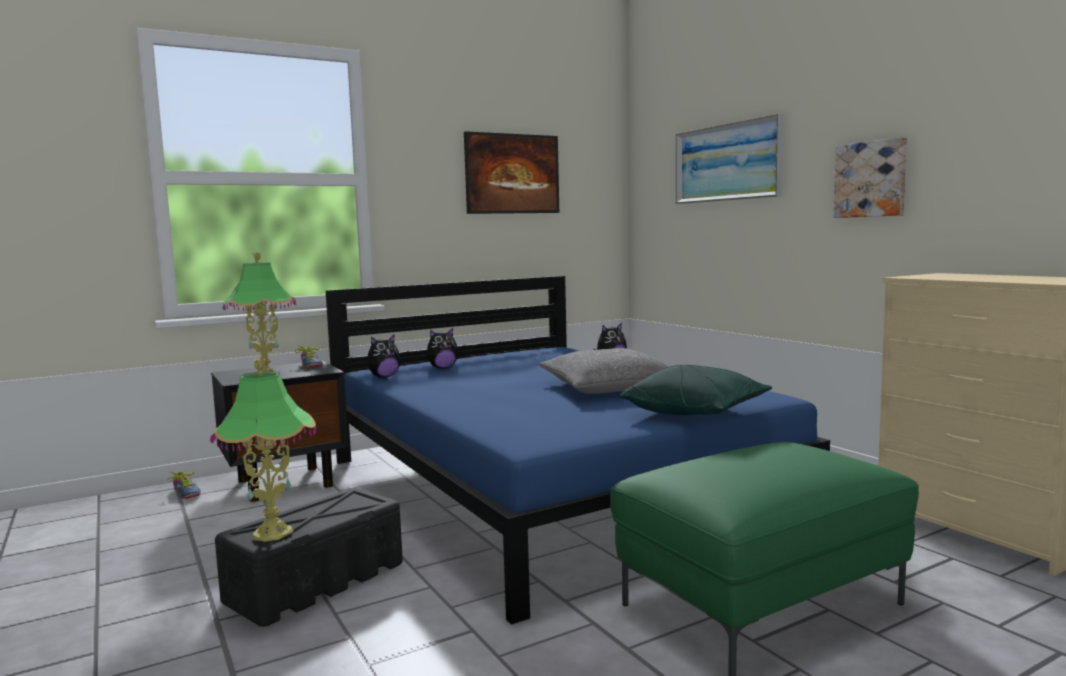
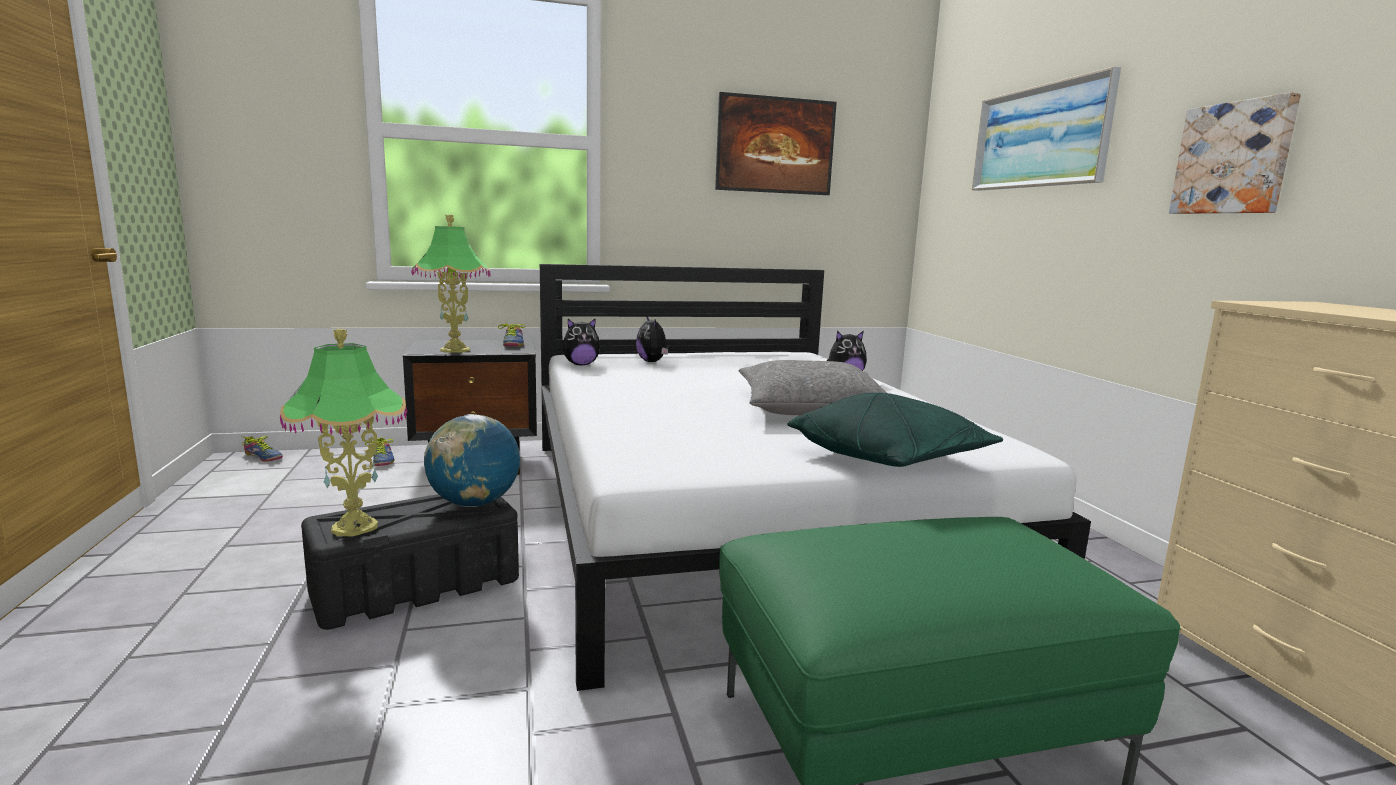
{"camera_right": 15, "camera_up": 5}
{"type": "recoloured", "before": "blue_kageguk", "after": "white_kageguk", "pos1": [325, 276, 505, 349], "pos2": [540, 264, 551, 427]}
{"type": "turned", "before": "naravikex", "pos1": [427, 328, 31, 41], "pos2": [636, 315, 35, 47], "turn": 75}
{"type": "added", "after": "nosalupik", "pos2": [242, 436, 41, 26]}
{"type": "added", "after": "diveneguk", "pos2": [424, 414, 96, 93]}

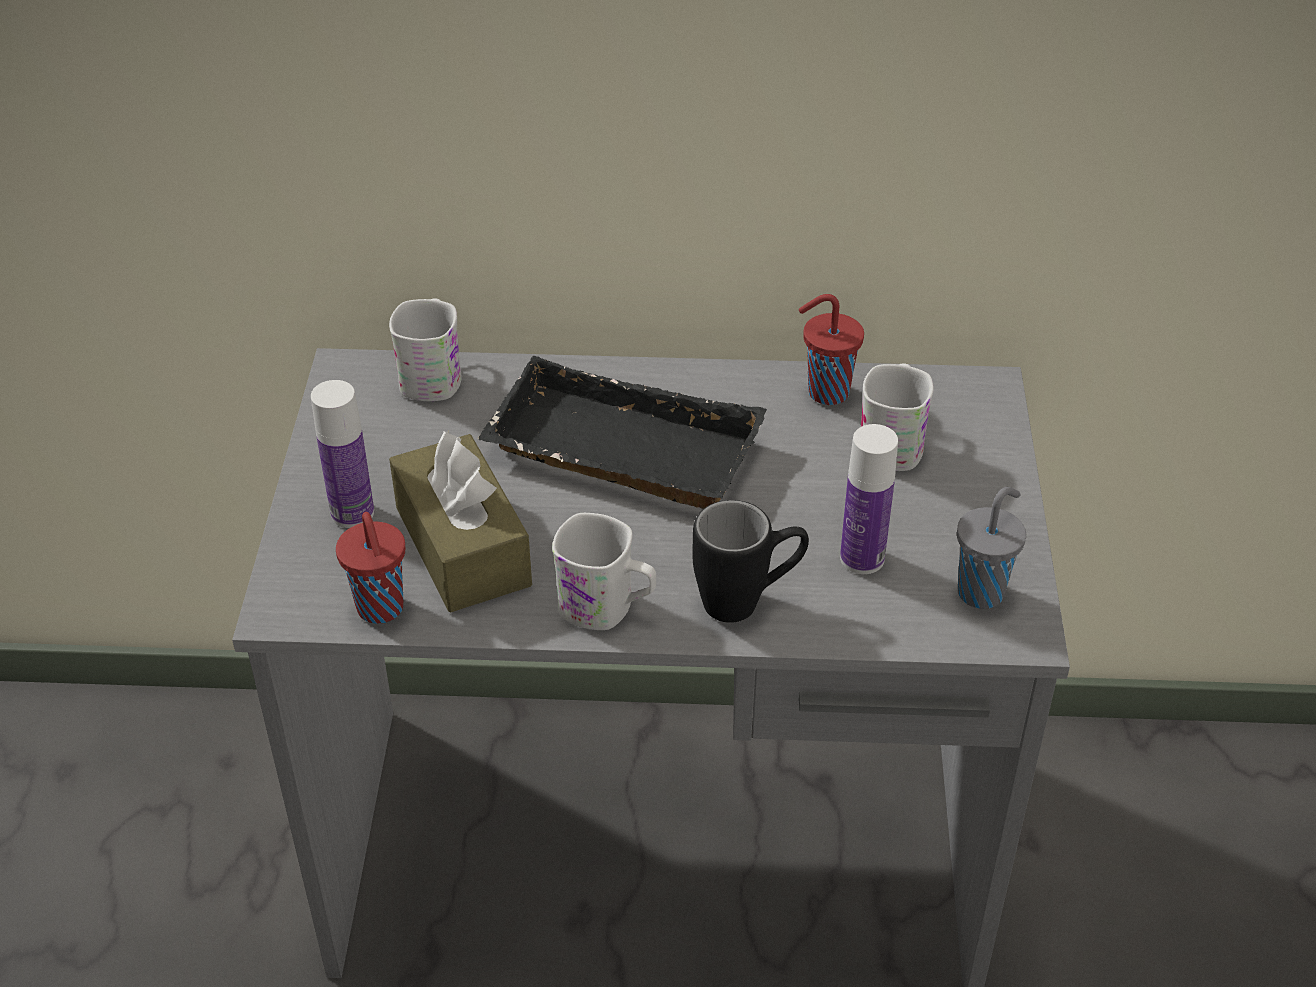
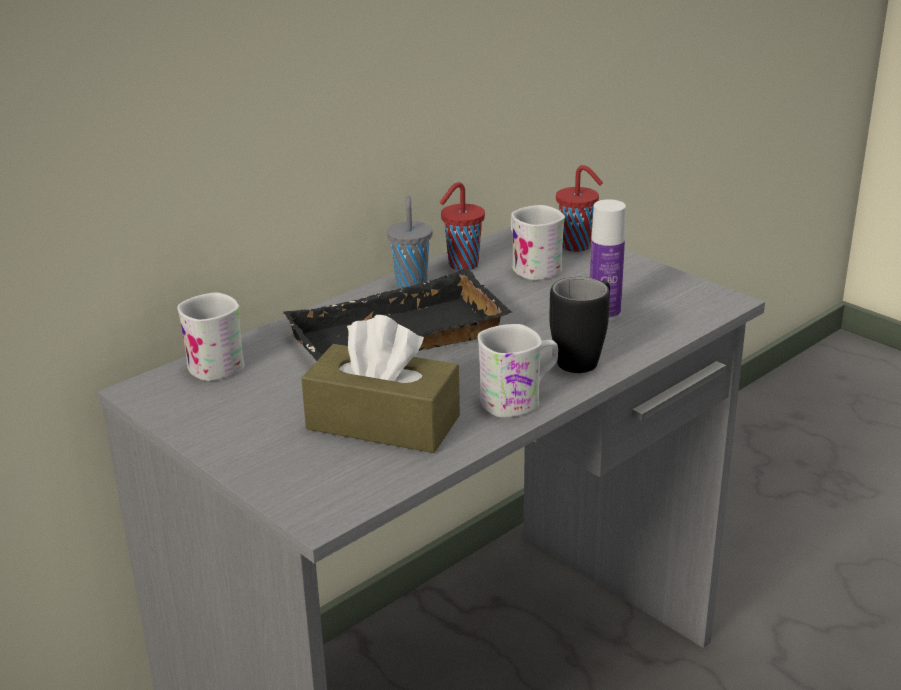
{"camera_right": -45, "camera_up": -15}
{"type": "removed", "before": "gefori", "pos1": [311, 380, 63, 148]}
{"type": "moved", "before": "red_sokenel", "pos1": [336, 512, 69, 112], "pos2": [556, 165, 47, 87]}
{"type": "moved", "before": "grey_sokenel", "pos1": [957, 487, 69, 122], "pos2": [387, 196, 45, 92]}

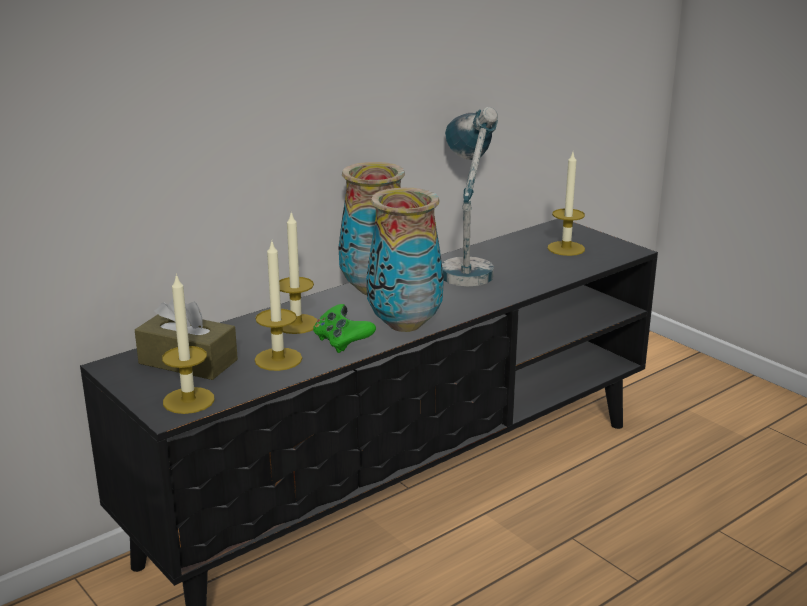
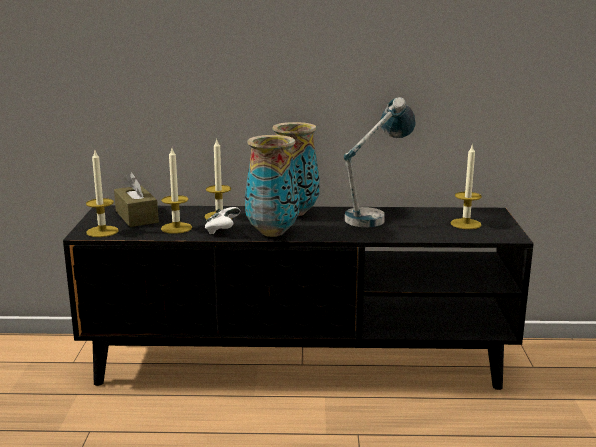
{"camera_right": 40, "camera_up": -5}
{"type": "recoloured", "before": "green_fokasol", "after": "white_fokasol", "pos1": [313, 304, 63, 49], "pos2": [205, 207, 35, 27]}

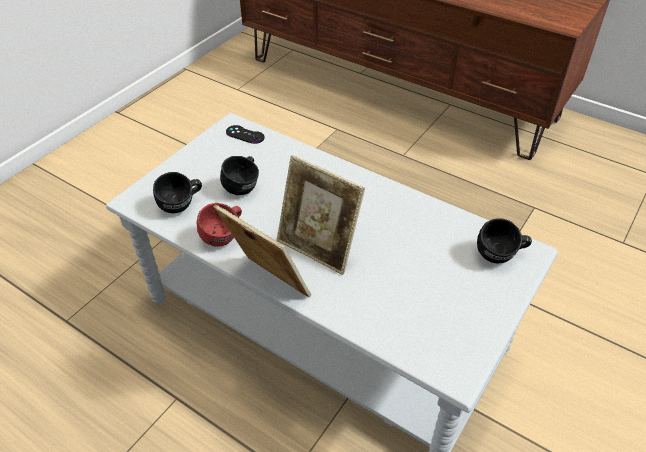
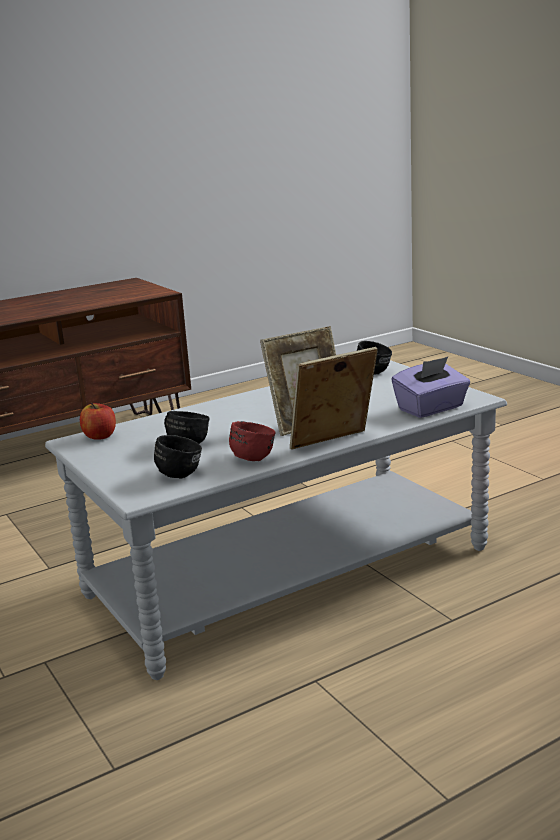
{"camera_right": -65, "camera_up": -25}
{"type": "replaced", "before": "black_fokasol", "after": "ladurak", "pos1": [226, 125, 39, 19], "pos2": [80, 402, 36, 38]}
{"type": "added", "after": "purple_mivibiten", "pos2": [391, 357, 79, 61]}

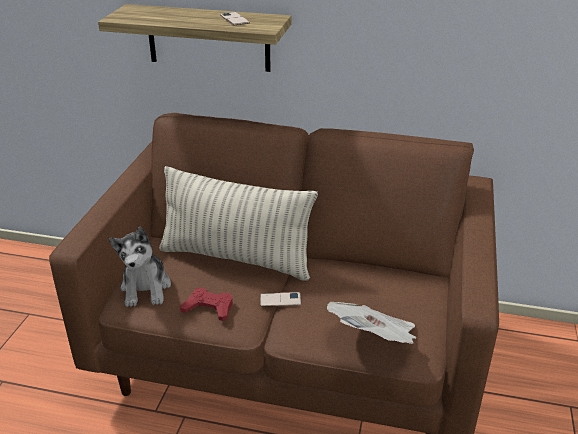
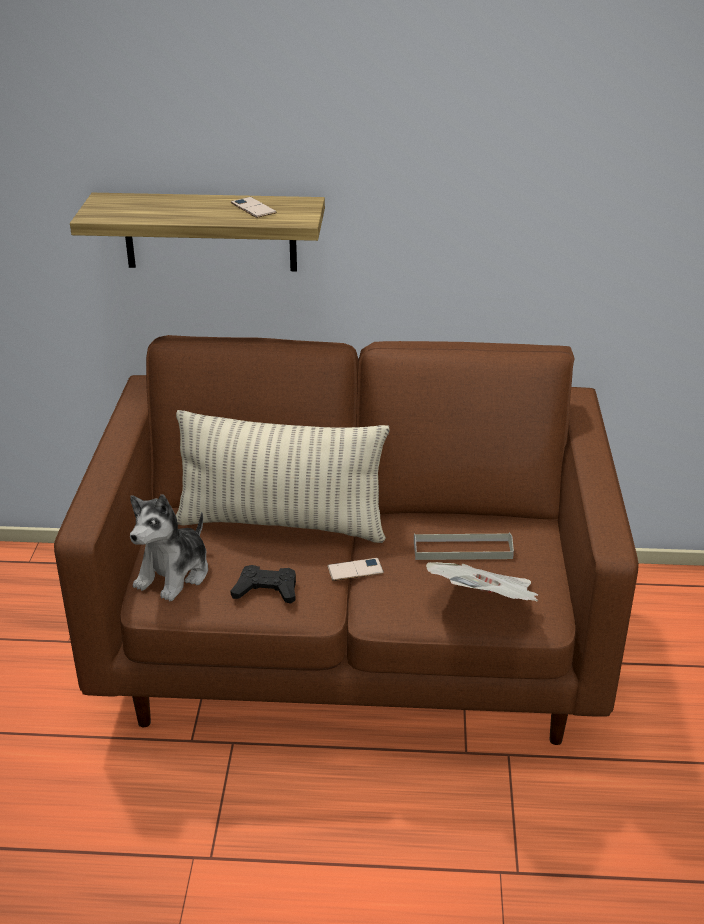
{"camera_right": -10, "camera_up": 0}
{"type": "turned", "before": "naravikex", "pos1": [109, 227, 62, 80], "pos2": [130, 494, 78, 107], "turn": 45}
{"type": "recoloured", "before": "red_fokasol", "after": "black_fokasol", "pos1": [180, 288, 53, 33], "pos2": [230, 565, 66, 39]}
{"type": "added", "after": "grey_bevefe", "pos2": [414, 533, 100, 27]}

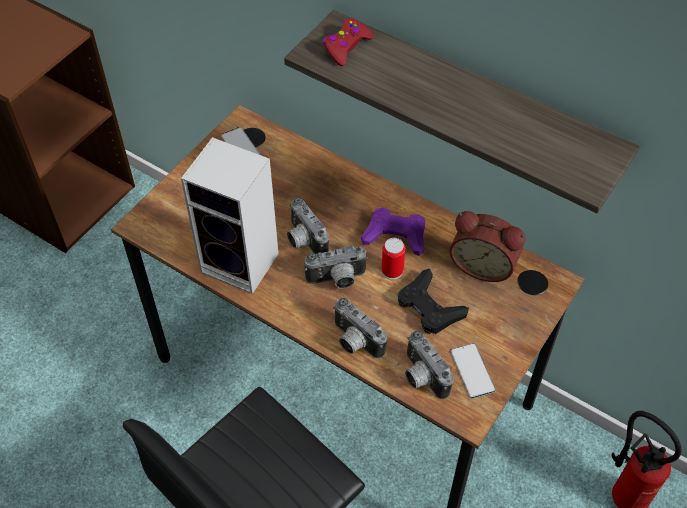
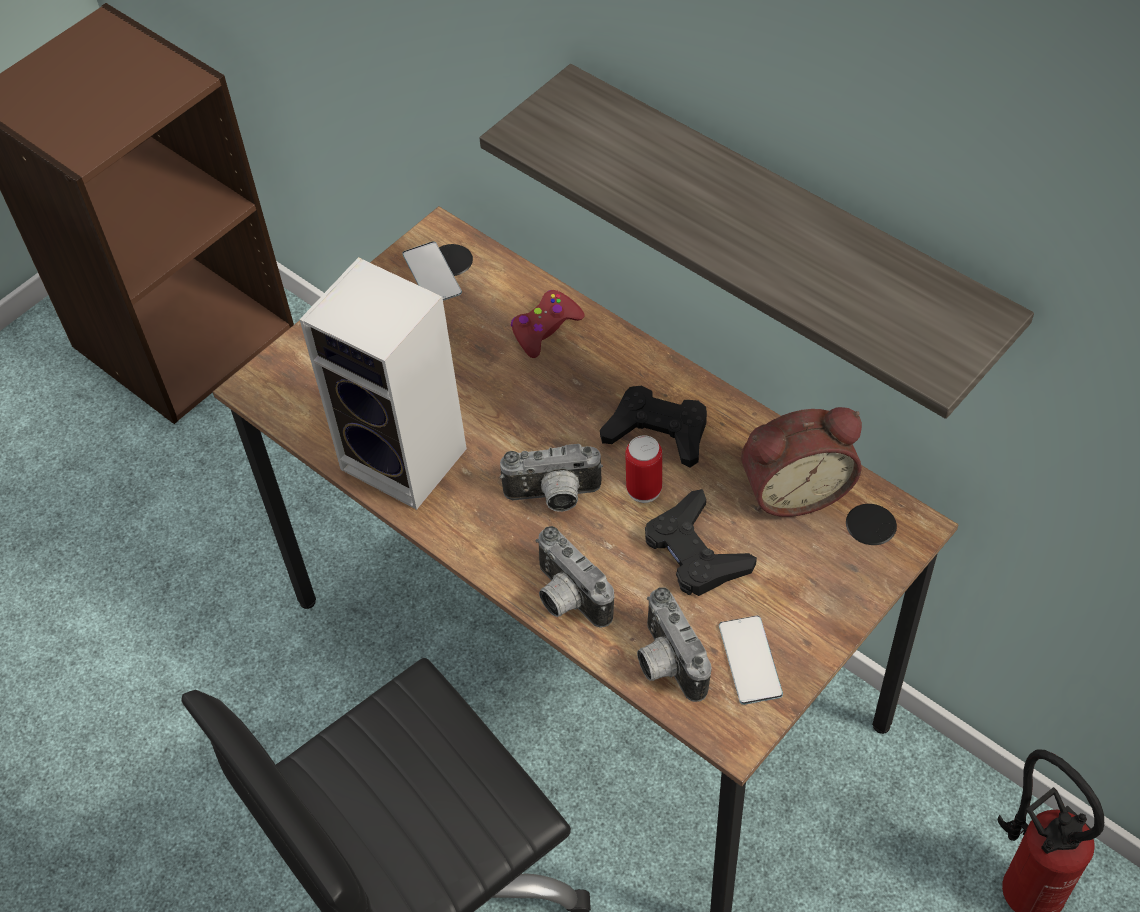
{"camera_right": 10, "camera_up": 0}
{"type": "removed", "before": "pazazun", "pos1": [287, 197, 42, 57]}
{"type": "moved", "before": "red_fokasol", "pos1": [323, 18, 51, 48], "pos2": [511, 290, 73, 68]}
{"type": "recoloured", "before": "purple_fokasol", "after": "black_fokasol", "pos1": [361, 208, 64, 48], "pos2": [600, 385, 107, 82]}
{"type": "turned", "before": "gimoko", "pos1": [450, 211, 75, 71], "pos2": [741, 407, 121, 110], "turn": -45}

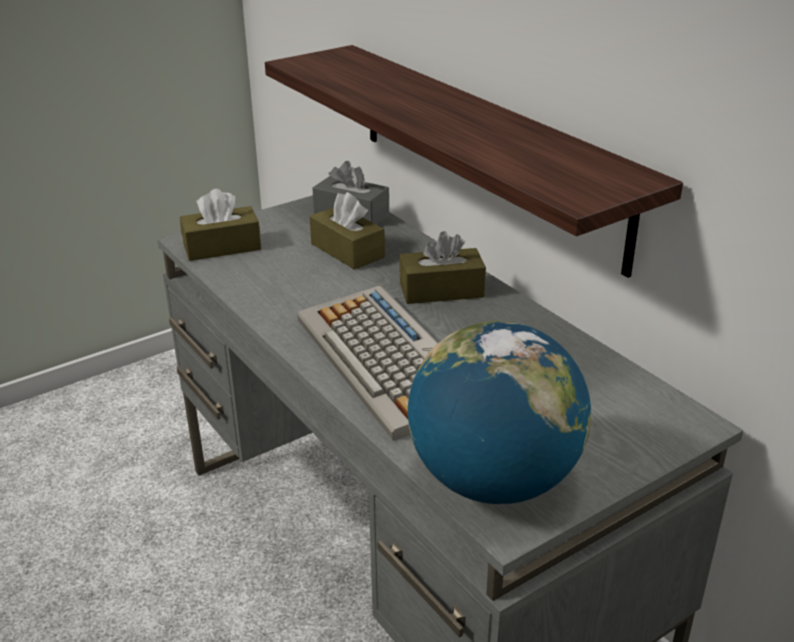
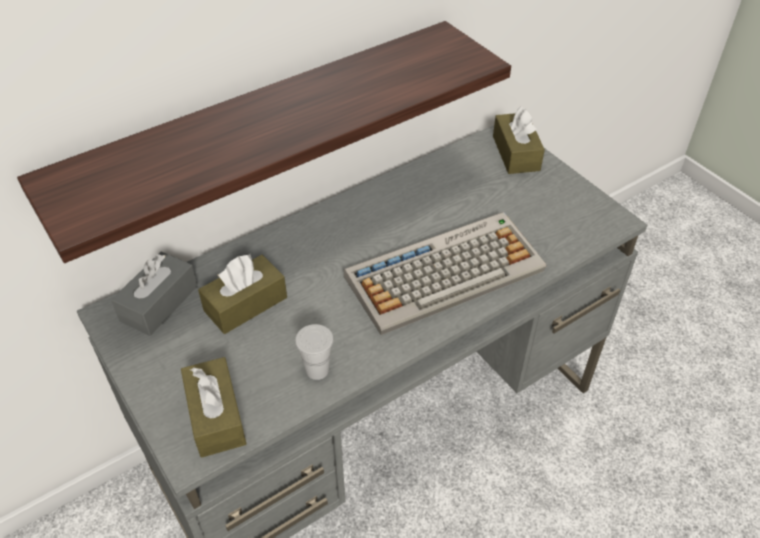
{"camera_right": -90, "camera_up": 15}
{"type": "moved", "before": "brown_mivibiten", "pos1": [399, 231, 87, 73], "pos2": [493, 106, 52, 68]}
{"type": "removed", "before": "diveneguk", "pos1": [408, 321, 183, 183]}
{"type": "added", "after": "white_sokenel", "pos2": [295, 324, 39, 56]}

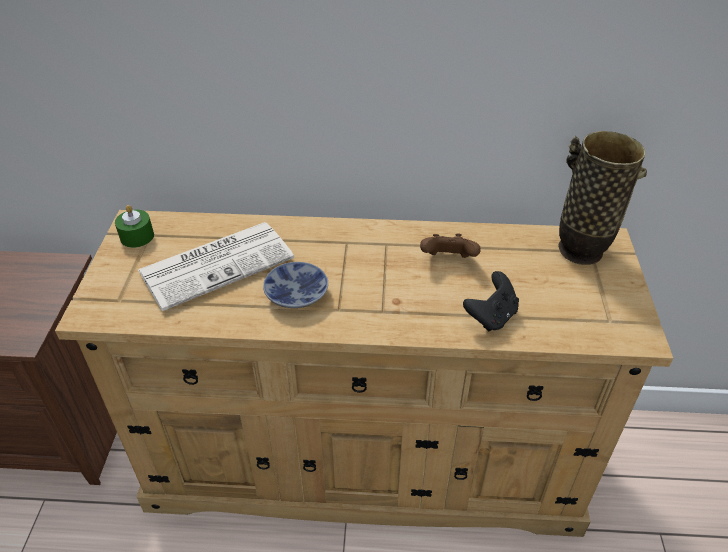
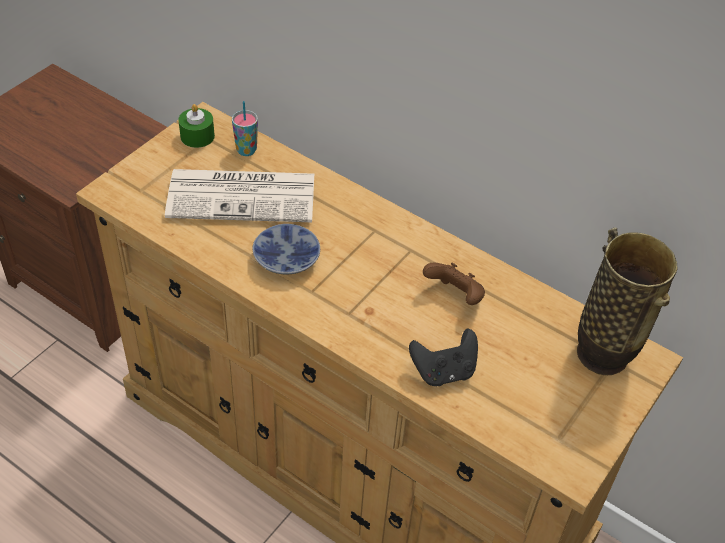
{"camera_right": 30, "camera_up": 5}
{"type": "added", "after": "sokenel", "pos2": [232, 101, 26, 55]}

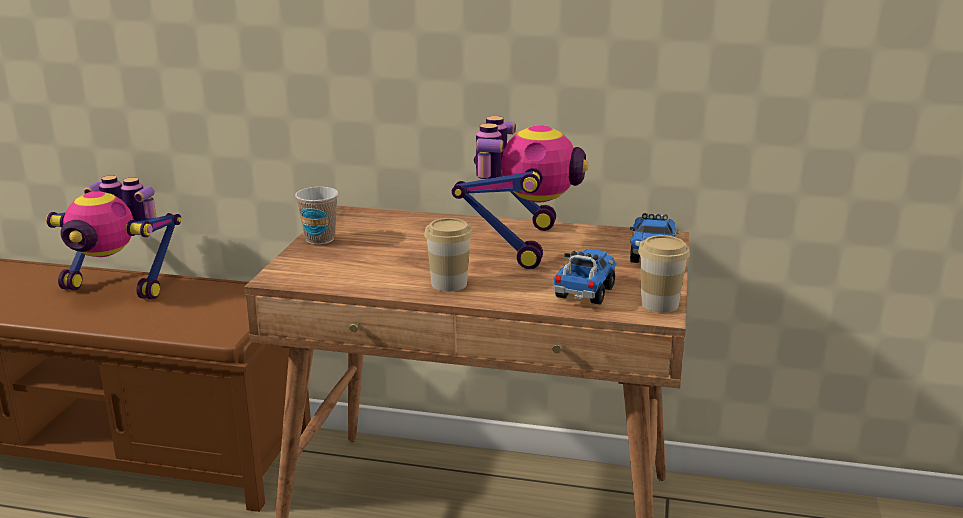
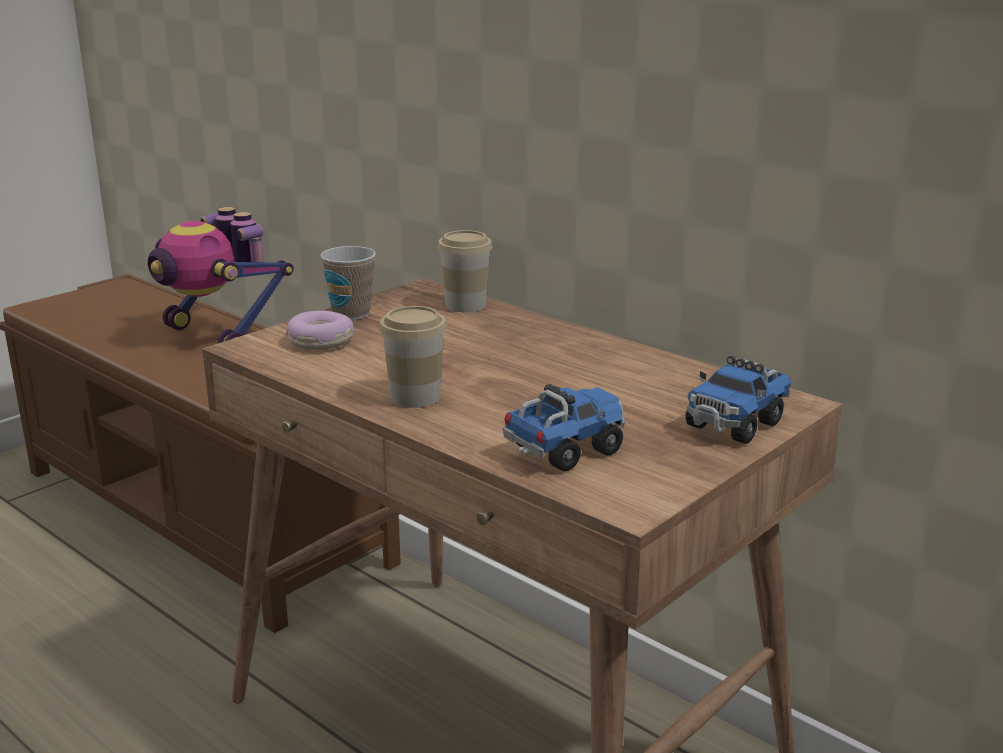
{"camera_right": 30, "camera_up": 0}
{"type": "removed", "before": "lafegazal", "pos1": [452, 116, 136, 153]}
{"type": "moved", "before": "sokenel", "pos1": [638, 235, 52, 78], "pos2": [438, 230, 54, 82]}
{"type": "added", "after": "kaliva", "pos2": [286, 311, 68, 39]}

